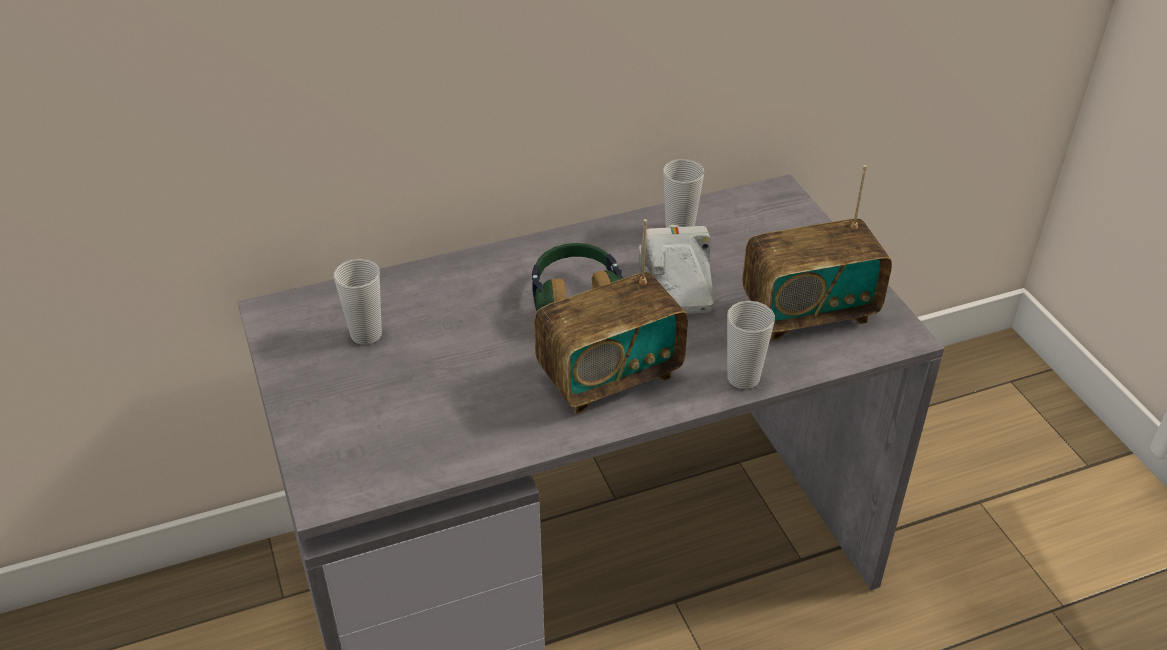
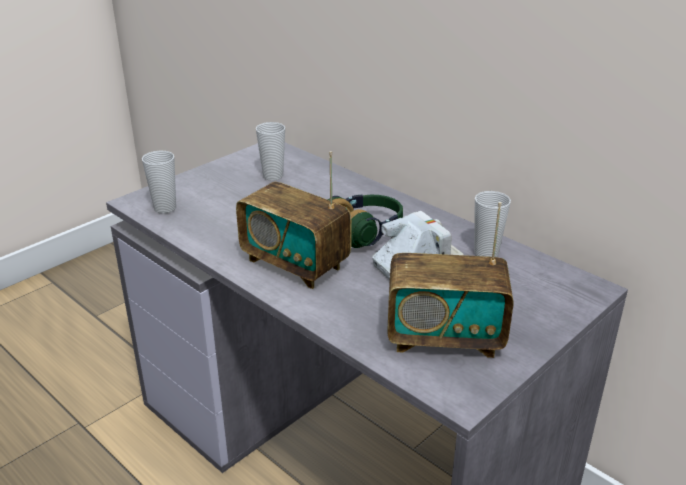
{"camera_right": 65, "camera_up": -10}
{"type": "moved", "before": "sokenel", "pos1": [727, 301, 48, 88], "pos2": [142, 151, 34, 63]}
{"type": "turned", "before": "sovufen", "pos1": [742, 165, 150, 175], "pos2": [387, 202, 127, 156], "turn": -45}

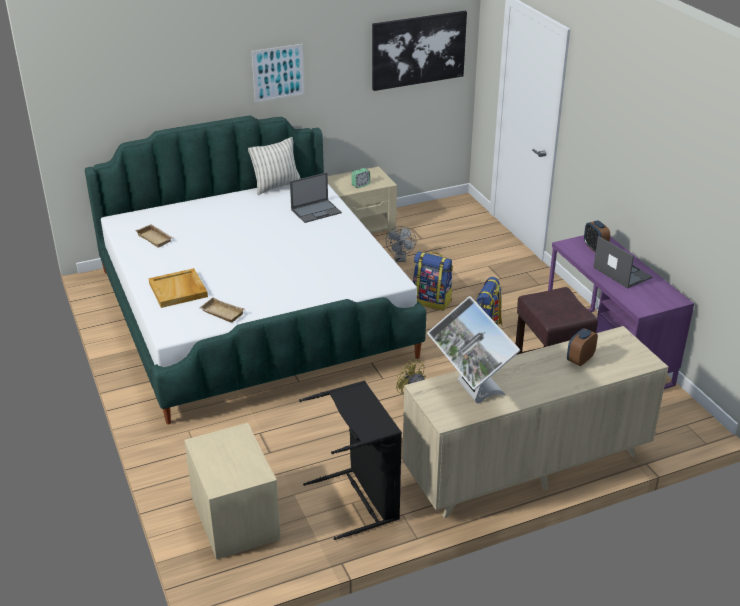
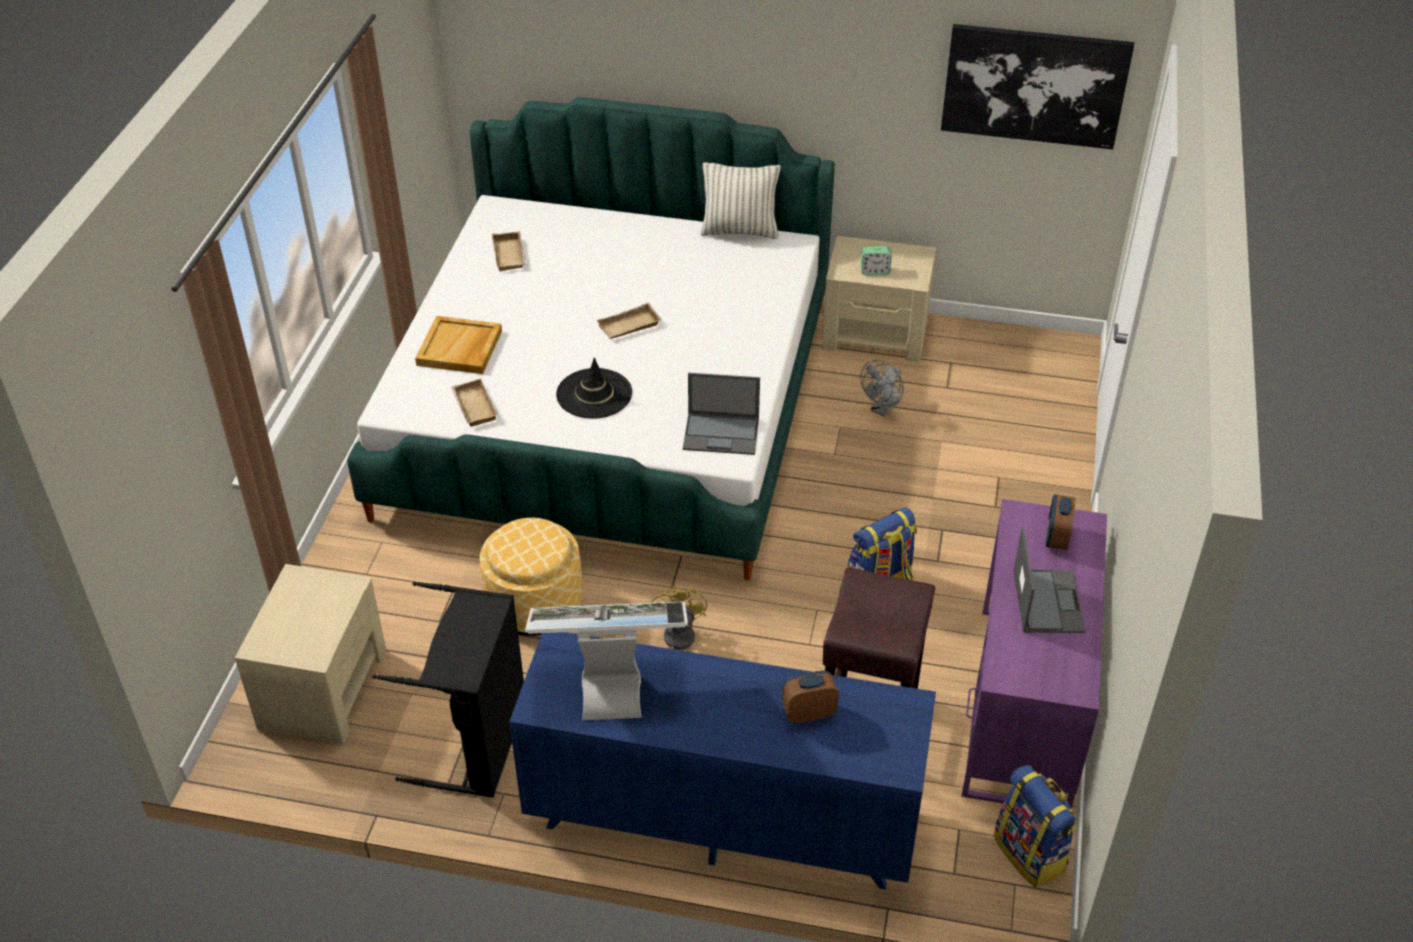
{"camera_right": 35, "camera_up": 10}
{"type": "removed", "before": "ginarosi", "pos1": [251, 44, 54, 58]}
{"type": "moved", "before": "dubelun", "pos1": [290, 172, 52, 51], "pos2": [683, 373, 77, 82]}
{"type": "recoloured", "before": "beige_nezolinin", "after": "blue_nezolinin", "pos1": [402, 326, 266, 192], "pos2": [509, 632, 427, 257]}
{"type": "moved", "before": "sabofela", "pos1": [413, 251, 40, 59], "pos2": [994, 765, 83, 123]}
{"type": "turned", "before": "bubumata", "pos1": [427, 296, 93, 107], "pos2": [525, 601, 163, 119], "turn": 75}
{"type": "added", "after": "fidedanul", "pos2": [479, 518, 103, 118]}
{"type": "added", "after": "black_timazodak", "pos2": [556, 358, 76, 61]}
{"type": "added", "after": "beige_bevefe", "pos2": [596, 302, 66, 37]}

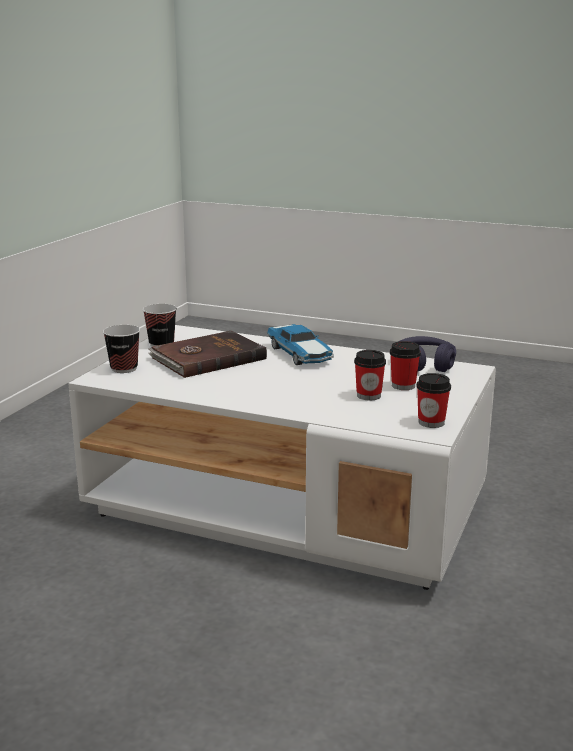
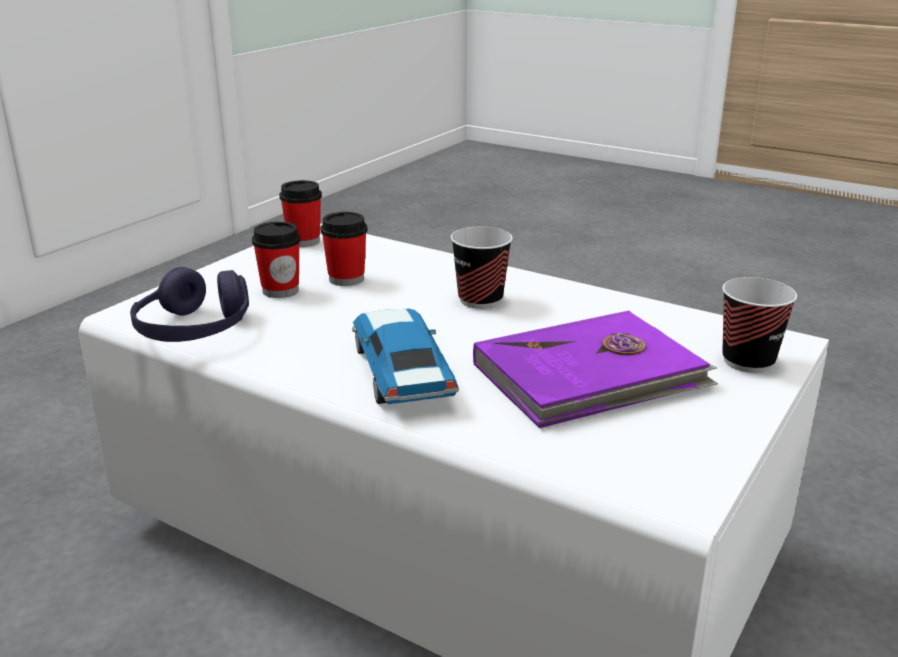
{"camera_right": -170, "camera_up": 5}
{"type": "moved", "before": "sokenel", "pos1": [143, 304, 34, 43], "pos2": [451, 226, 62, 83]}
{"type": "recoloured", "before": "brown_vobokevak", "after": "purple_vobokevak", "pos1": [148, 331, 119, 47], "pos2": [473, 311, 245, 117]}

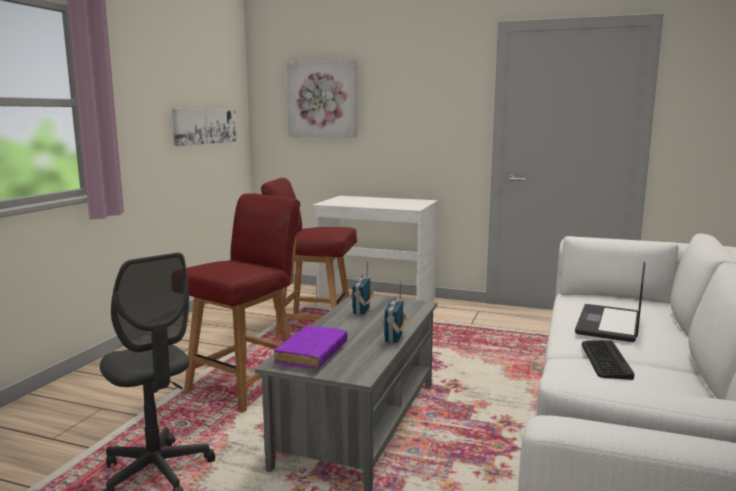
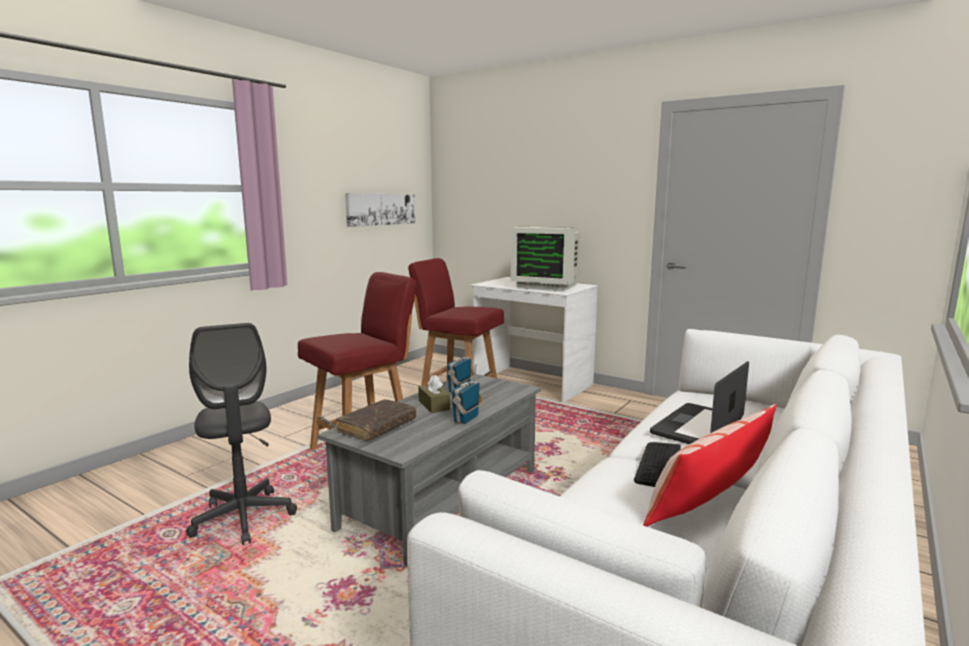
{"camera_right": 15, "camera_up": 0}
{"type": "recoloured", "before": "purple_vobokevak", "after": "brown_vobokevak", "pos1": [274, 326, 73, 43], "pos2": [336, 399, 80, 41]}
{"type": "removed", "before": "ginarosi", "pos1": [286, 59, 71, 79]}
{"type": "added", "after": "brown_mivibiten", "pos2": [418, 375, 32, 38]}
{"type": "added", "after": "bubumata", "pos2": [511, 227, 70, 64]}
{"type": "added", "after": "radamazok", "pos2": [643, 404, 133, 123]}

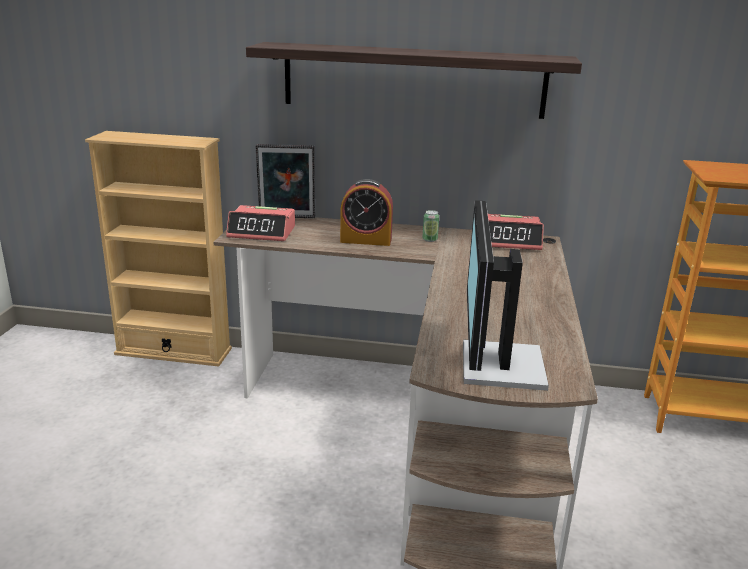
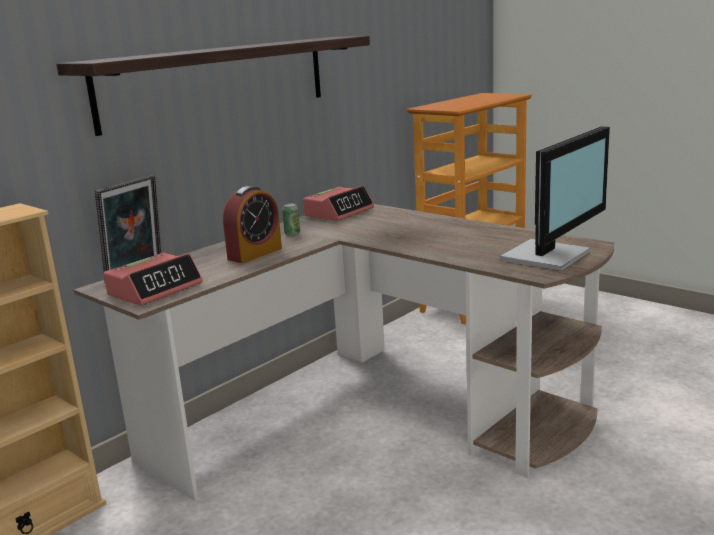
{"camera_right": -55, "camera_up": -5}
{"type": "turned", "before": "bubumata", "pos1": [463, 200, 86, 191], "pos2": [500, 126, 110, 145], "turn": -90}

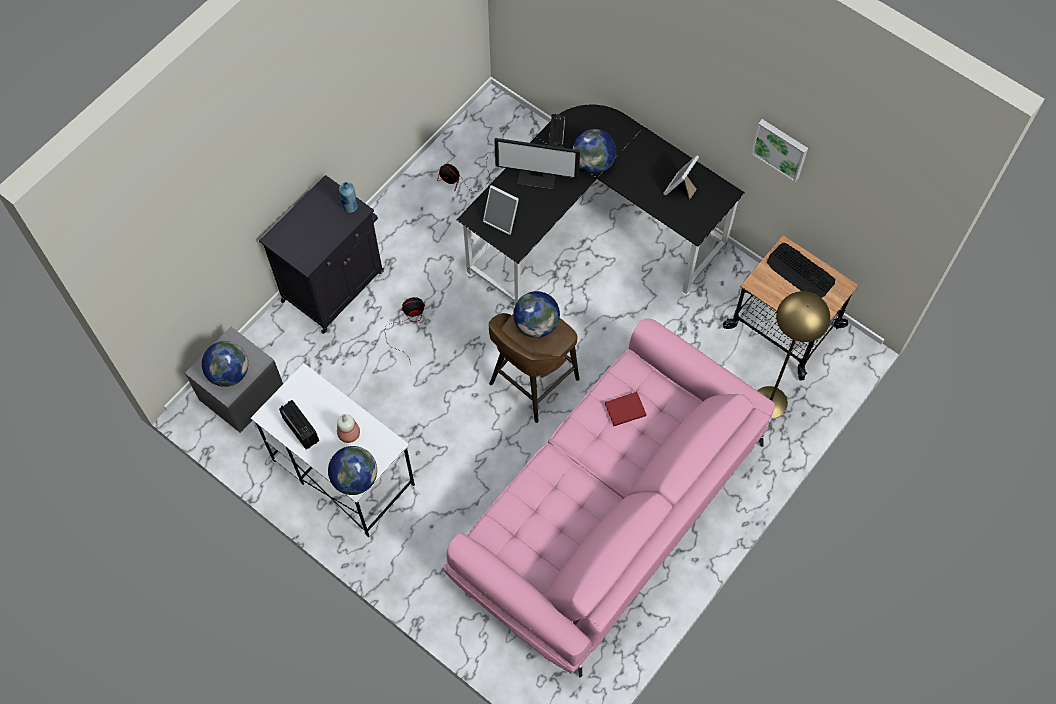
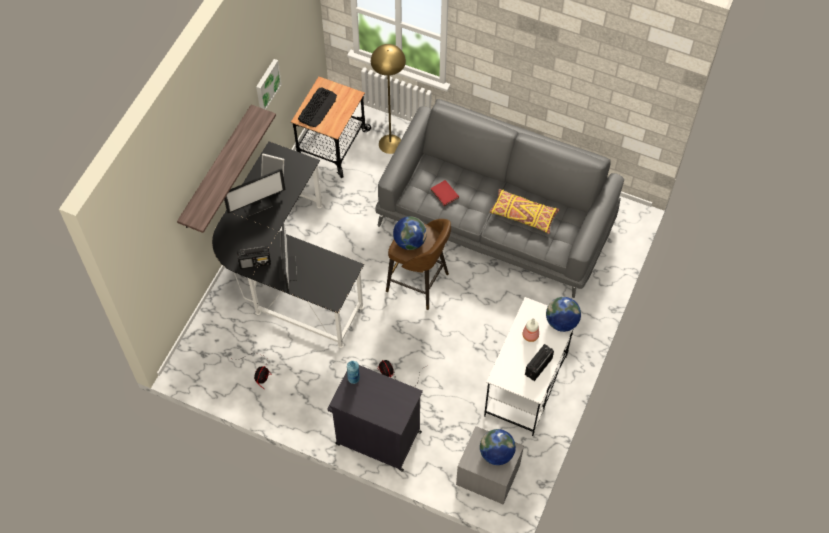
{"camera_right": -105, "camera_up": -5}
{"type": "recoloured", "before": "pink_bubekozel", "after": "grey_bubekozel", "pos1": [444, 318, 331, 359], "pos2": [375, 99, 249, 199]}
{"type": "removed", "before": "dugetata", "pos1": [483, 185, 36, 50]}
{"type": "removed", "before": "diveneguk", "pos1": [573, 129, 43, 45]}
{"type": "added", "after": "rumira", "pos2": [177, 104, 99, 129]}
{"type": "added", "after": "bubumata", "pos2": [224, 168, 62, 49]}
{"type": "added", "after": "yellow_radamazok", "pos2": [490, 189, 70, 45]}

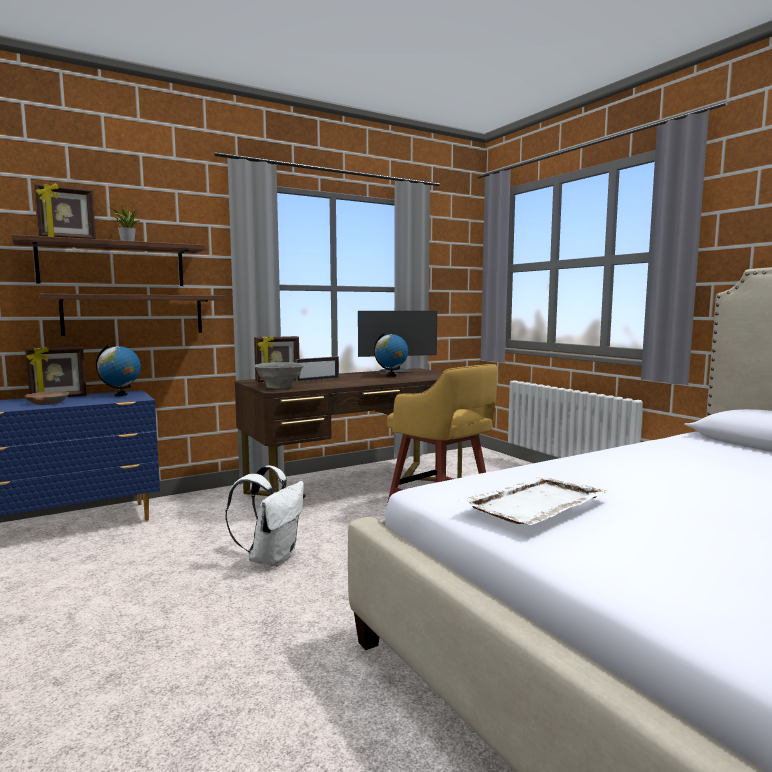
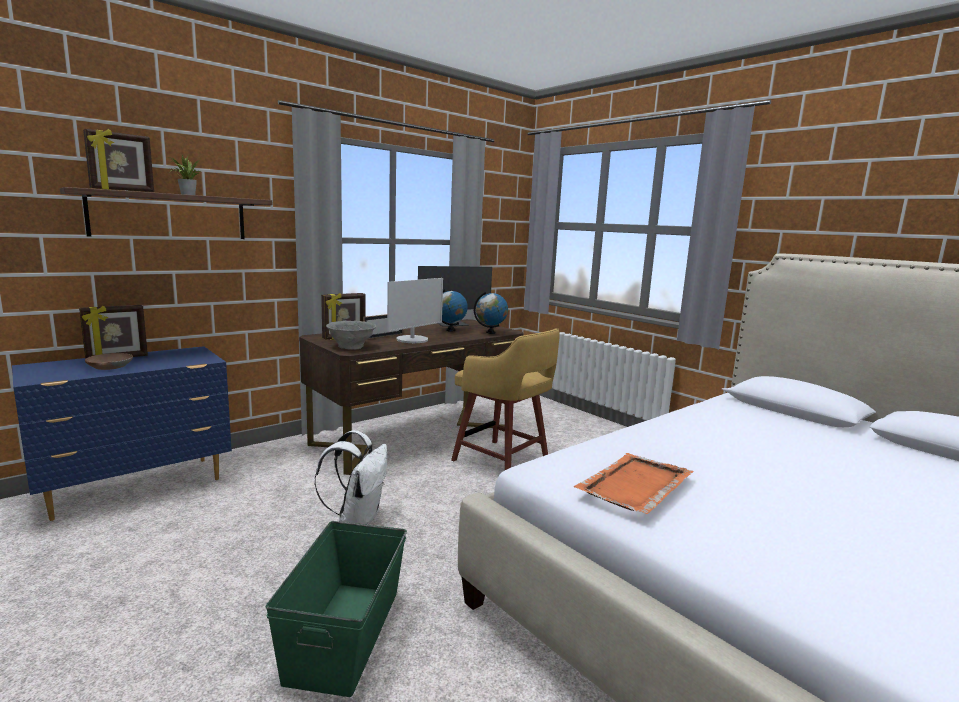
{"camera_right": -10, "camera_up": 5}
{"type": "removed", "before": "rumira", "pos1": [40, 294, 185, 42]}
{"type": "moved", "before": "diveneguk", "pos1": [96, 345, 45, 51], "pos2": [474, 292, 34, 42]}
{"type": "recoloured", "before": "white_bevefe", "after": "orange_bevefe", "pos1": [458, 476, 152, 49], "pos2": [573, 453, 121, 61]}
{"type": "added", "after": "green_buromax", "pos2": [266, 521, 141, 176]}
{"type": "added", "after": "bubumata", "pos2": [387, 278, 56, 65]}

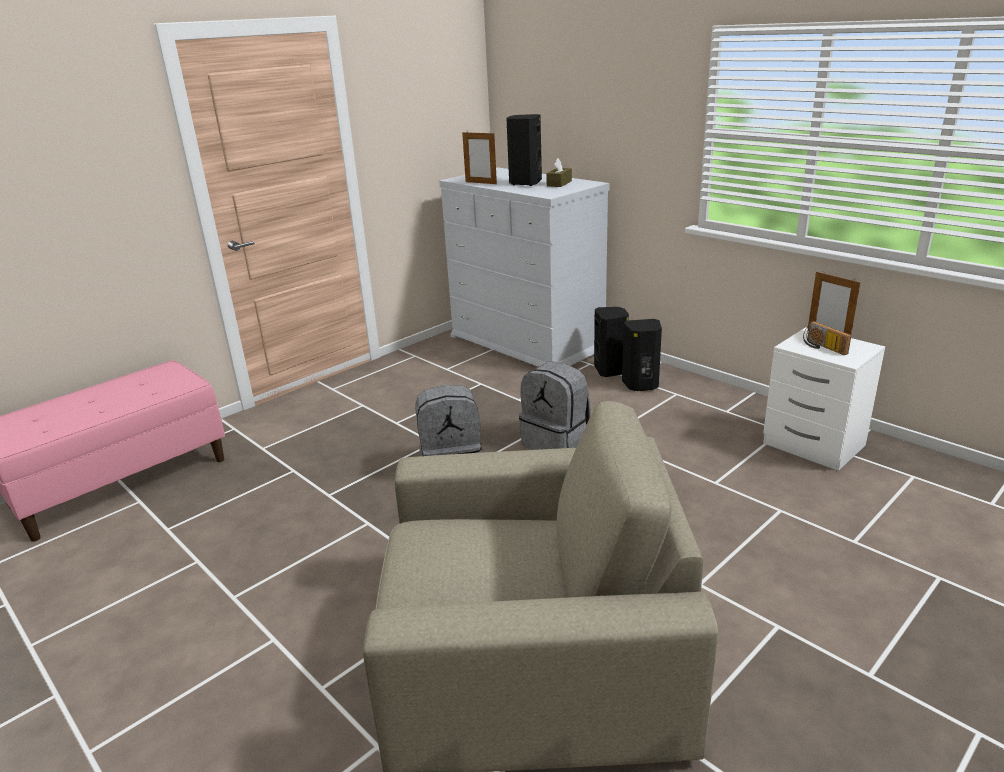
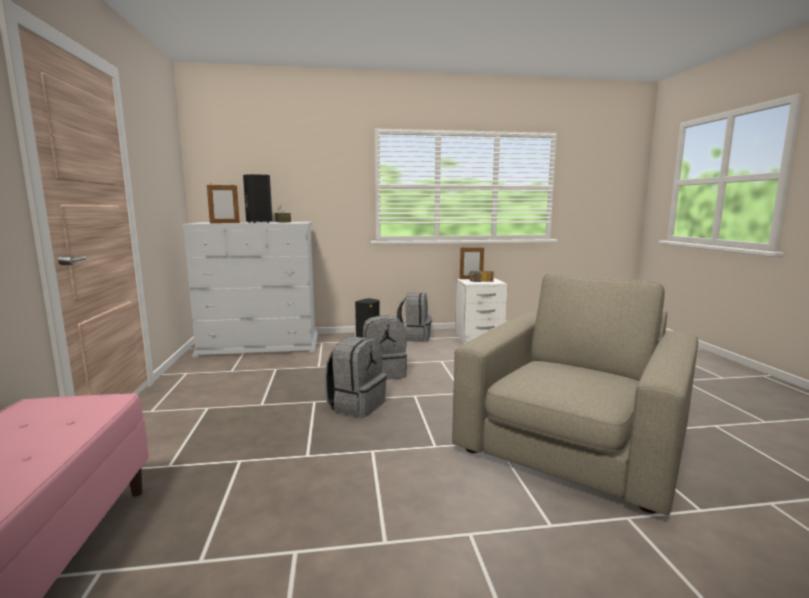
{"camera_right": -55, "camera_up": -15}
{"type": "removed", "before": "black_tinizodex", "pos1": [594, 307, 35, 70]}
{"type": "added", "after": "grey_sabofela", "pos2": [396, 293, 36, 49]}

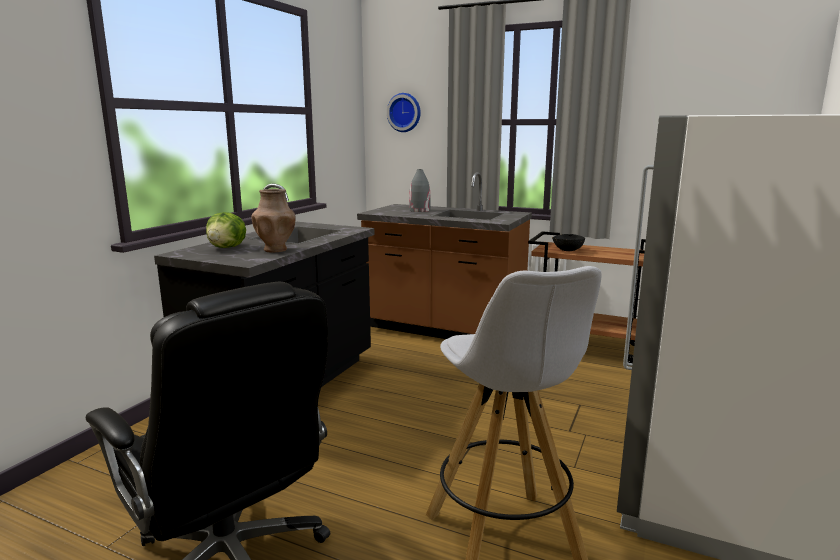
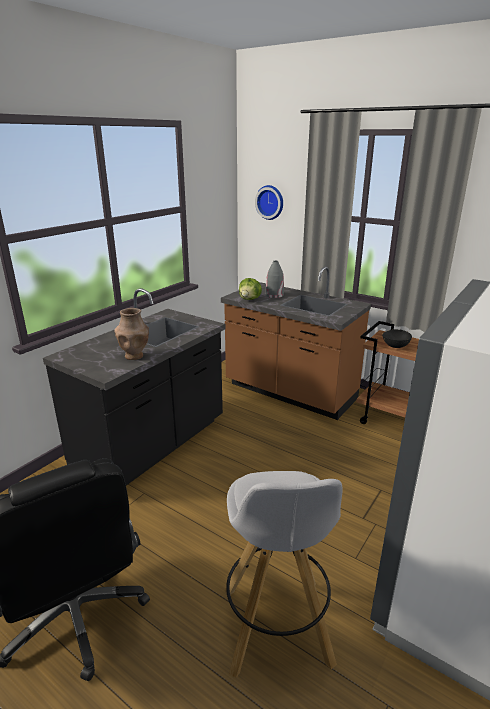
{"camera_right": 10, "camera_up": 10}
{"type": "moved", "before": "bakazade", "pos1": [206, 212, 40, 36], "pos2": [239, 278, 23, 22]}

